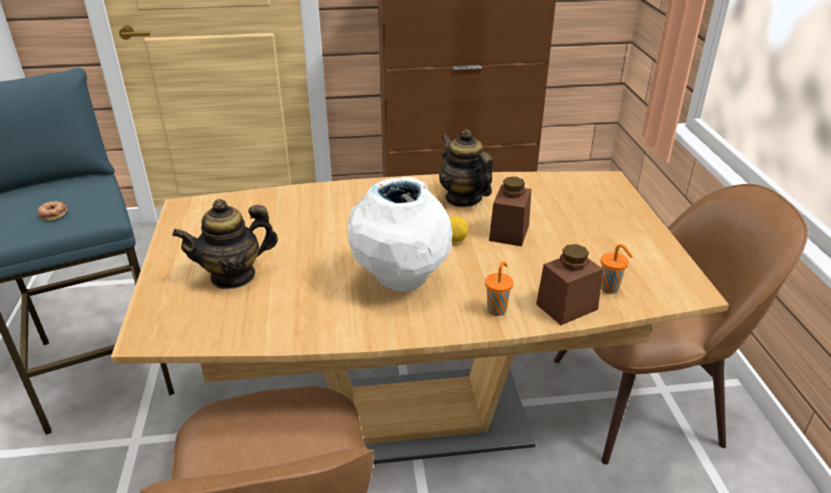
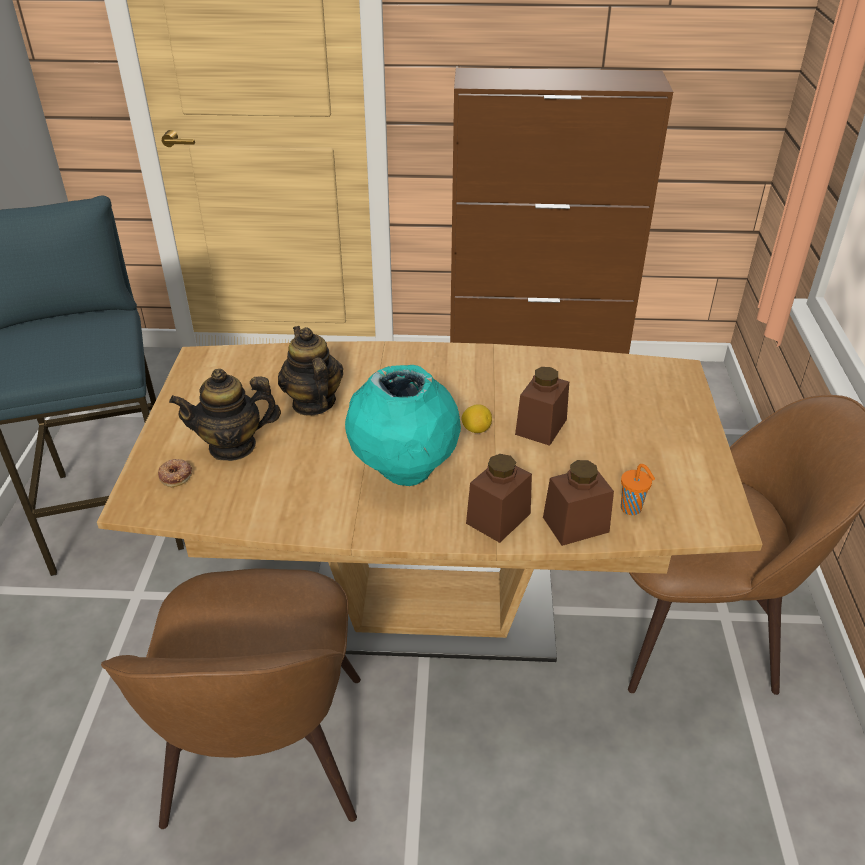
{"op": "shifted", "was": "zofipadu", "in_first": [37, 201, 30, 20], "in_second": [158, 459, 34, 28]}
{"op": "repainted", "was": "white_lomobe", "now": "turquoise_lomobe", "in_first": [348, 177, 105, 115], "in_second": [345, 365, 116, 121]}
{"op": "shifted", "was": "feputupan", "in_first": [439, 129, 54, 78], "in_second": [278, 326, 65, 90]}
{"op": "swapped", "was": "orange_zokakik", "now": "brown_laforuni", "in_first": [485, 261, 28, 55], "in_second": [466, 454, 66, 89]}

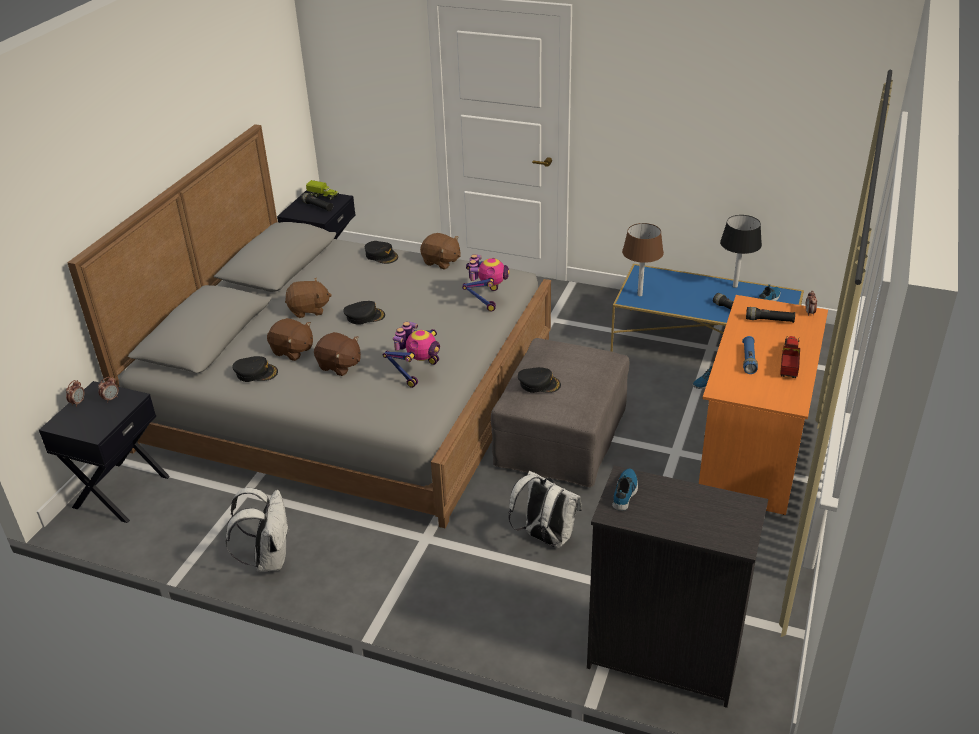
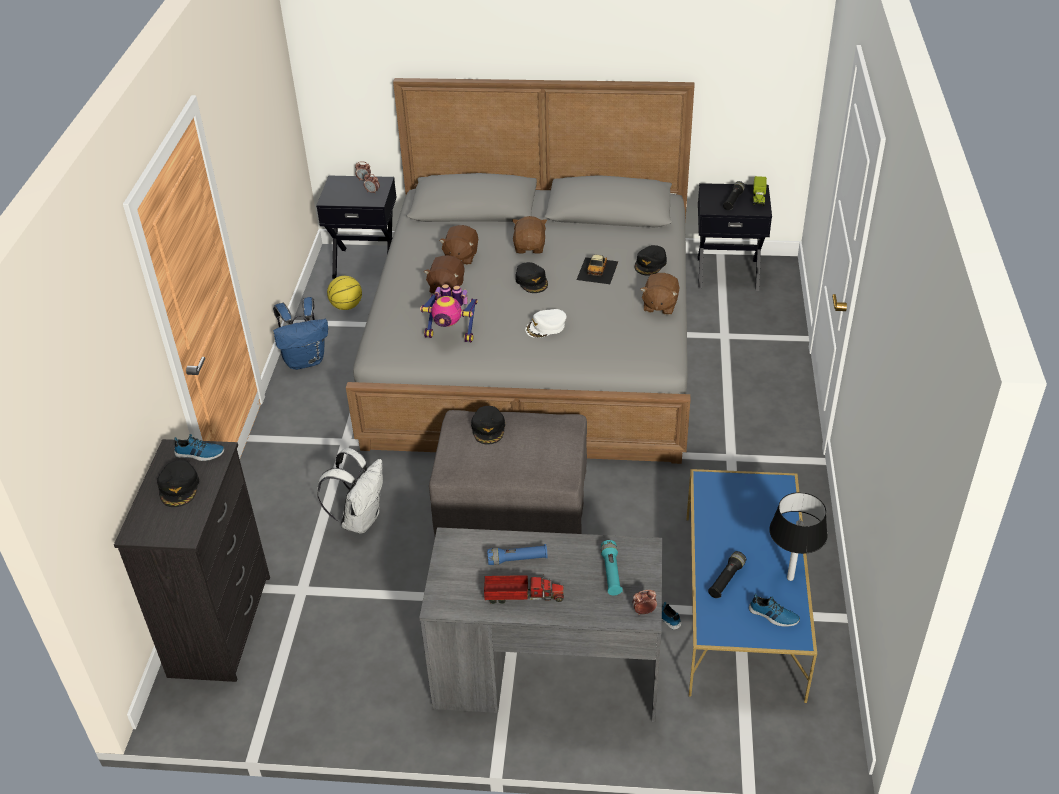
{"op": "repainted", "was": "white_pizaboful", "now": "blue_pizaboful", "in_first": [225, 487, 63, 85], "in_second": [273, 297, 55, 73]}
{"op": "shifted", "was": "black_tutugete", "in_first": [232, 356, 46, 26], "in_second": [157, 460, 42, 47]}
{"op": "rotated", "was": "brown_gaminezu", "in_first": [285, 278, 47, 40], "in_second": [512, 216, 35, 38], "clockwise": -150}
{"op": "gone", "was": "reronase", "in_first": [462, 254, 48, 58]}
{"op": "gone", "was": "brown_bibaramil", "in_first": [622, 223, 42, 73]}
{"op": "repainted", "was": "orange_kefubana", "now": "grey_kefubana", "in_first": [699, 295, 129, 220], "in_second": [419, 527, 243, 195]}
{"op": "repainted", "was": "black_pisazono", "now": "turquoise_pisazono", "in_first": [746, 307, 49, 16], "in_second": [601, 540, 22, 56]}
{"op": "new", "now": "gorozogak", "in_second": [327, 276, 35, 34]}
{"op": "new", "now": "white_tutugete", "in_second": [525, 309, 41, 29]}
{"op": "new", "now": "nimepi", "in_second": [576, 255, 43, 29]}

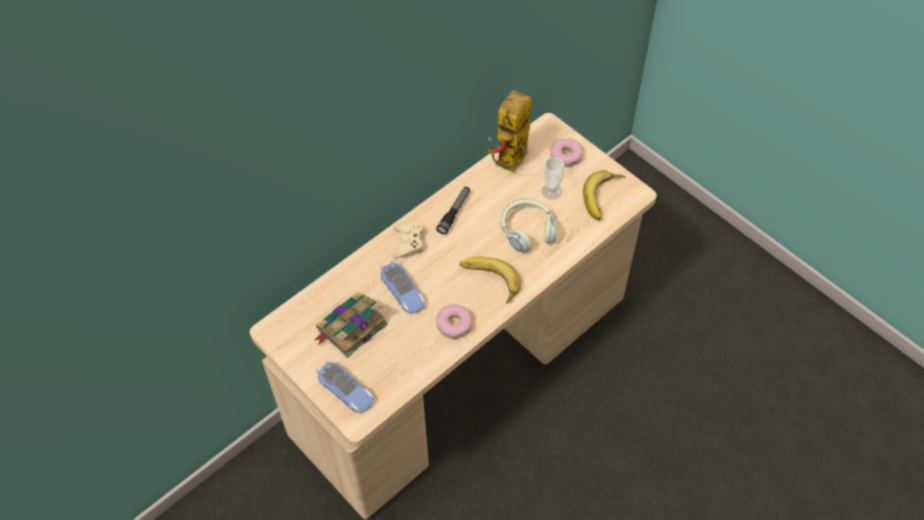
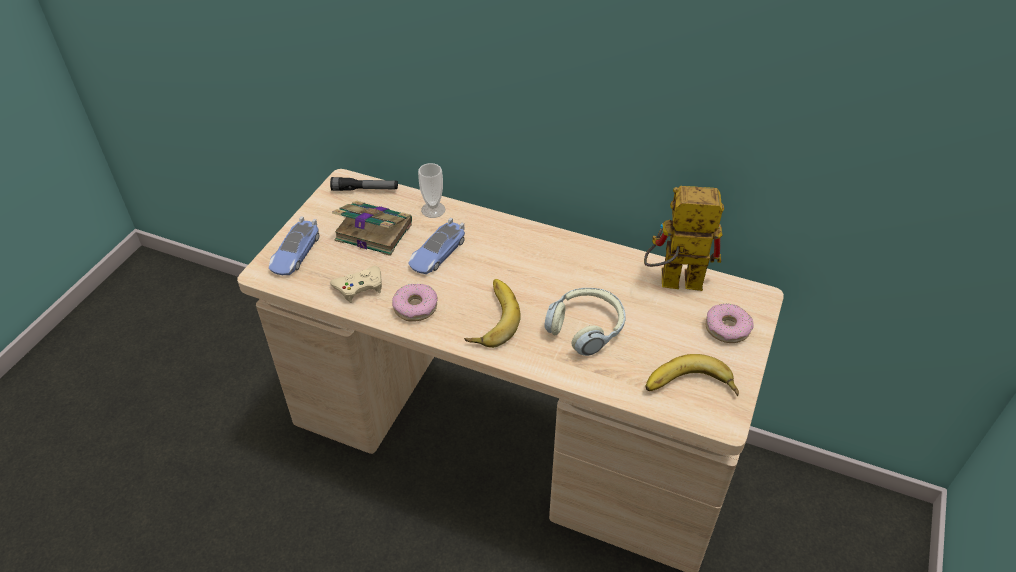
{"op": "shifted", "was": "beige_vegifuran", "in_first": [393, 222, 30, 36], "in_second": [330, 266, 52, 37]}
{"op": "shifted", "was": "pisazono", "in_first": [436, 187, 34, 48], "in_second": [330, 177, 68, 14]}
{"op": "shifted", "was": "zokakik", "in_first": [542, 157, 22, 42], "in_second": [418, 163, 27, 55]}

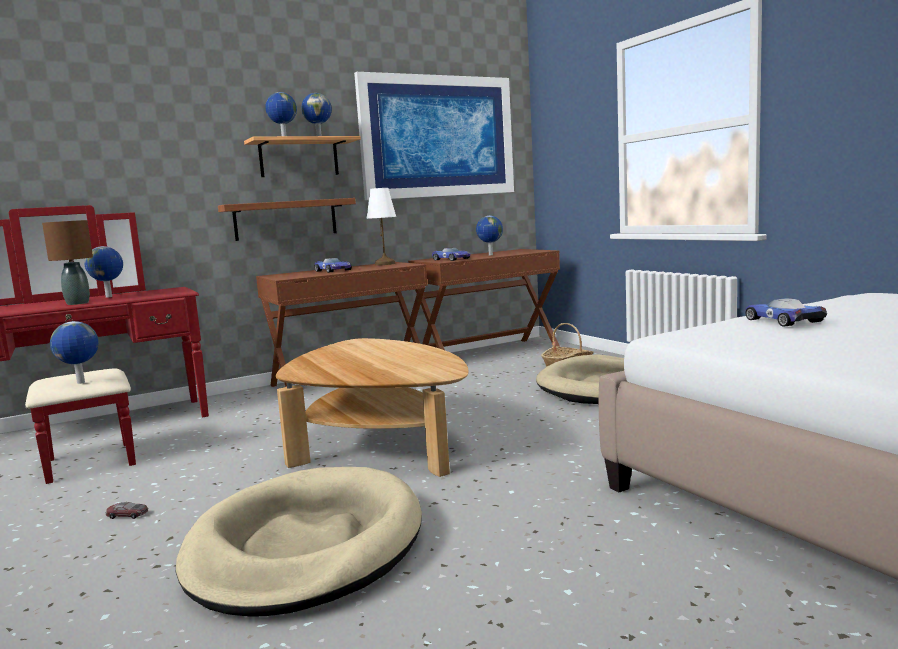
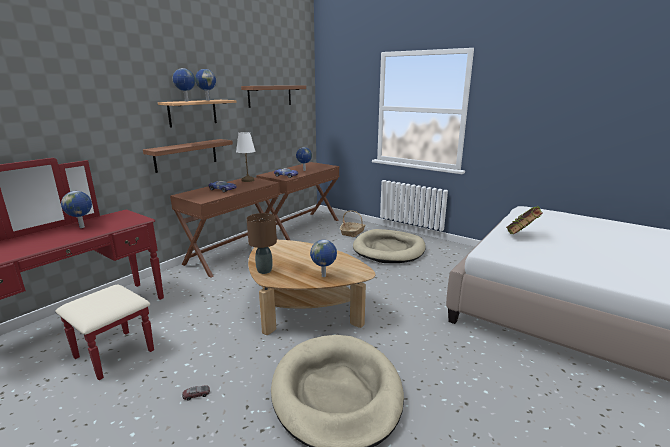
{"op": "shifted", "was": "brown_bibaramil", "in_first": [42, 220, 51, 85], "in_second": [247, 213, 30, 61]}
{"op": "shifted", "was": "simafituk", "in_first": [50, 321, 49, 63], "in_second": [310, 240, 27, 37]}
{"op": "swapped", "was": "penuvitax", "now": "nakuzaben", "in_first": [354, 72, 160, 128], "in_second": [241, 85, 65, 23]}
{"op": "swapped", "was": "nimepi", "now": "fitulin", "in_first": [745, 298, 82, 29], "in_second": [506, 206, 37, 28]}

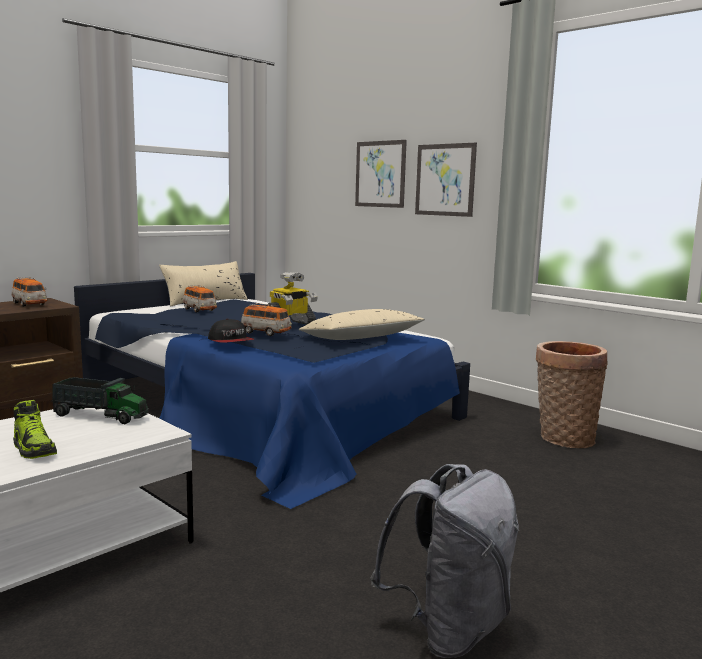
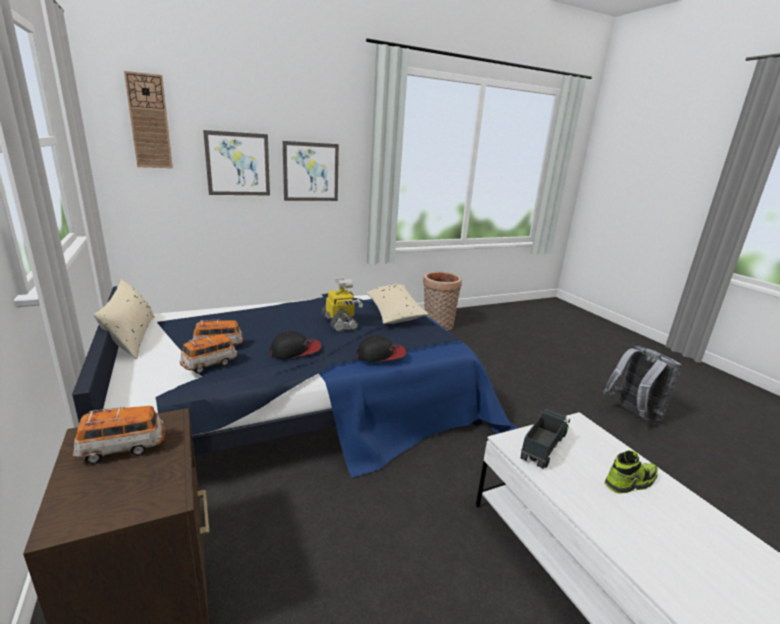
{"op": "shifted", "was": "nimepi", "in_first": [241, 303, 51, 33], "in_second": [180, 334, 57, 40]}
{"op": "new", "now": "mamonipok", "in_second": [124, 71, 49, 97]}
{"op": "new", "now": "tutugete", "in_second": [270, 331, 51, 28]}

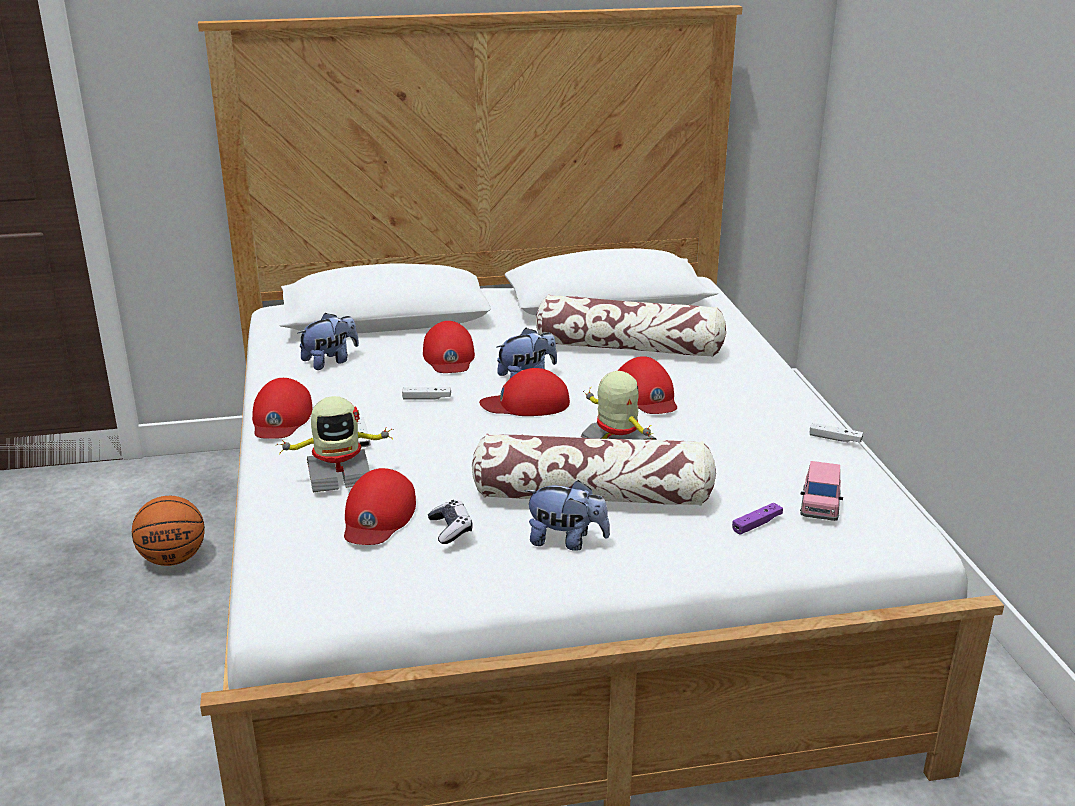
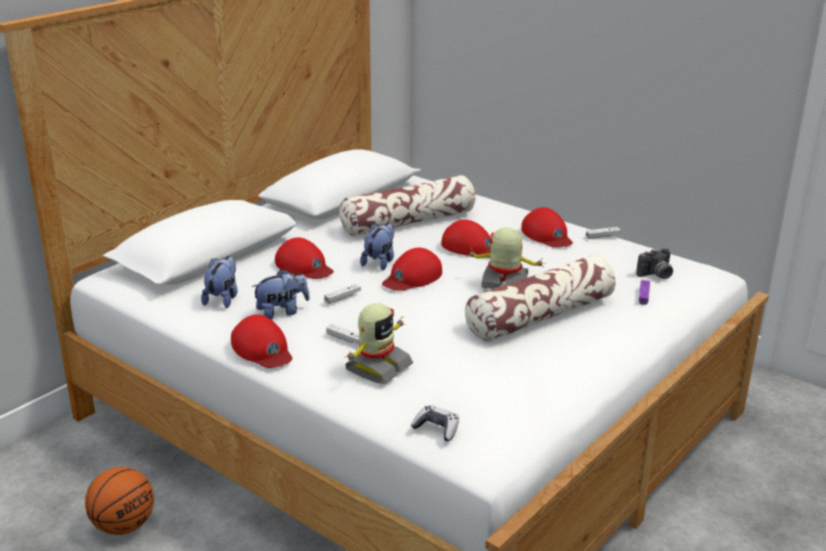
{"op": "shifted", "was": "red_tutugete", "in_first": [344, 468, 72, 77], "in_second": [521, 207, 52, 41]}
{"op": "shifted", "was": "vegifuran", "in_first": [428, 500, 44, 44], "in_second": [411, 405, 48, 36]}
{"op": "shifted", "was": "gaminezu", "in_first": [524, 480, 86, 71], "in_second": [251, 269, 59, 51]}
{"op": "swapped", "was": "pink_nimepi", "now": "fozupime", "in_first": [800, 461, 43, 60], "in_second": [636, 248, 37, 31]}

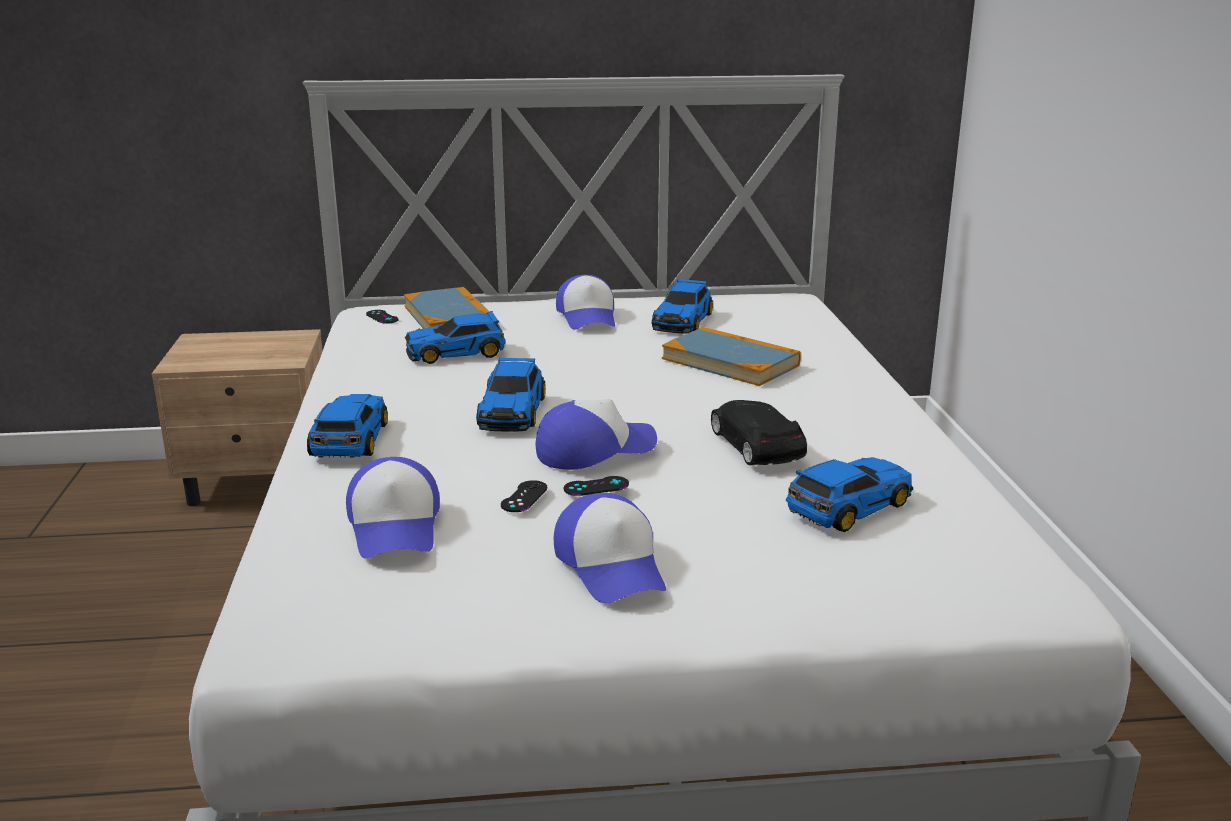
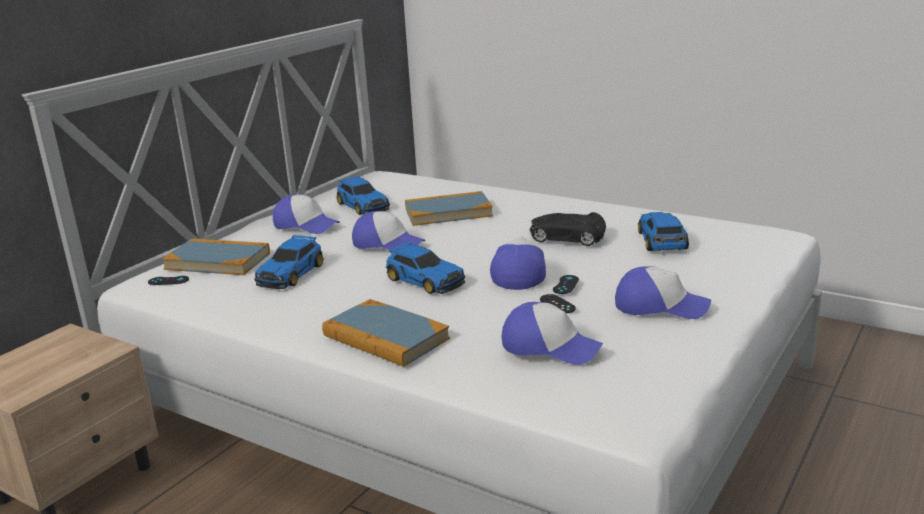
{"op": "swapped", "was": "nimepi", "now": "fitulin", "in_first": [307, 394, 81, 64], "in_second": [322, 299, 128, 68]}
{"op": "new", "now": "tutugete", "in_second": [352, 211, 73, 41]}

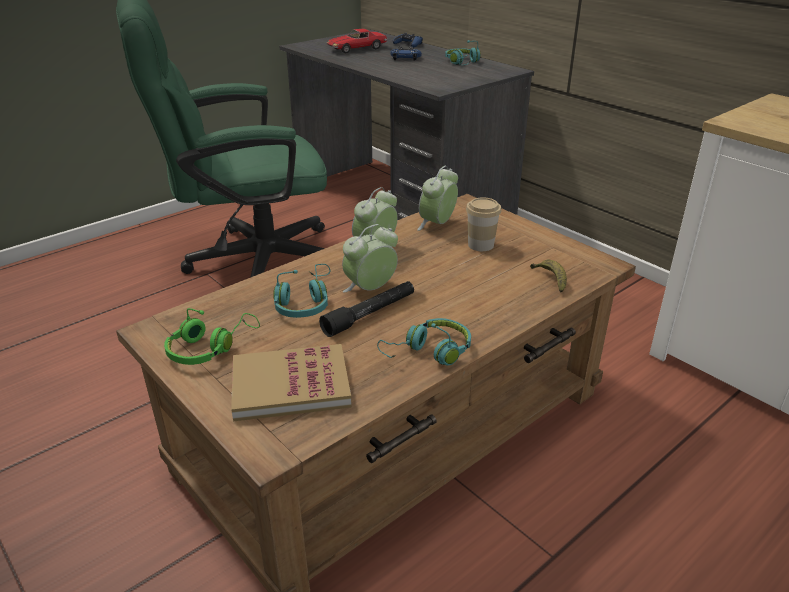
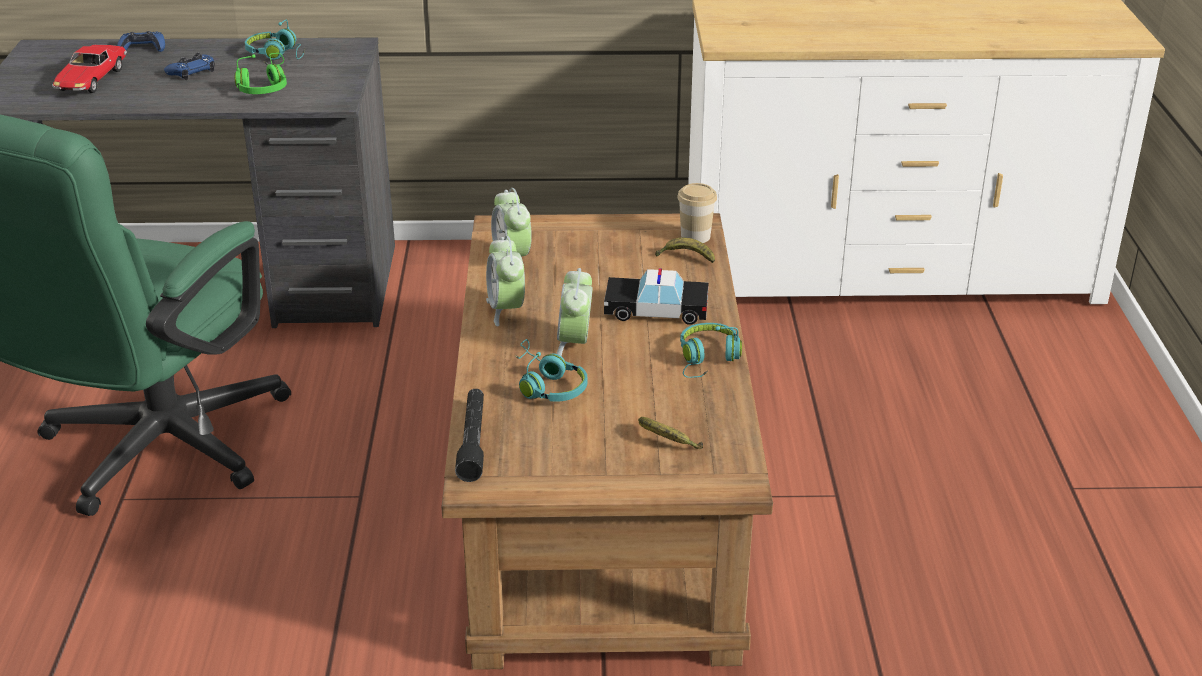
{"op": "shifted", "was": "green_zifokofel", "in_first": [164, 308, 96, 57], "in_second": [235, 53, 52, 41]}
{"op": "swapped", "was": "fitulin", "now": "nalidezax", "in_first": [231, 344, 121, 77], "in_second": [638, 417, 65, 32]}
{"op": "shifted", "was": "black_pisazono", "in_first": [319, 281, 95, 56], "in_second": [455, 389, 29, 93]}
{"op": "shifted", "was": "zokakik", "in_first": [466, 197, 35, 54], "in_second": [677, 183, 40, 60]}
{"op": "new", "now": "nimepi", "in_second": [604, 268, 105, 57]}

